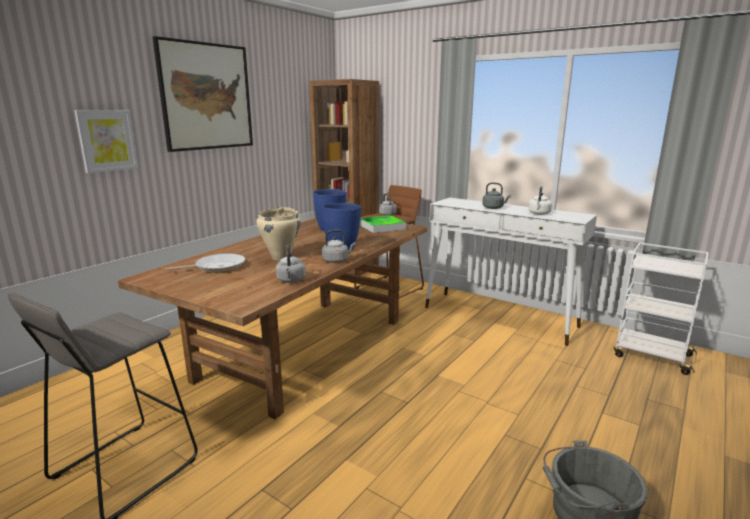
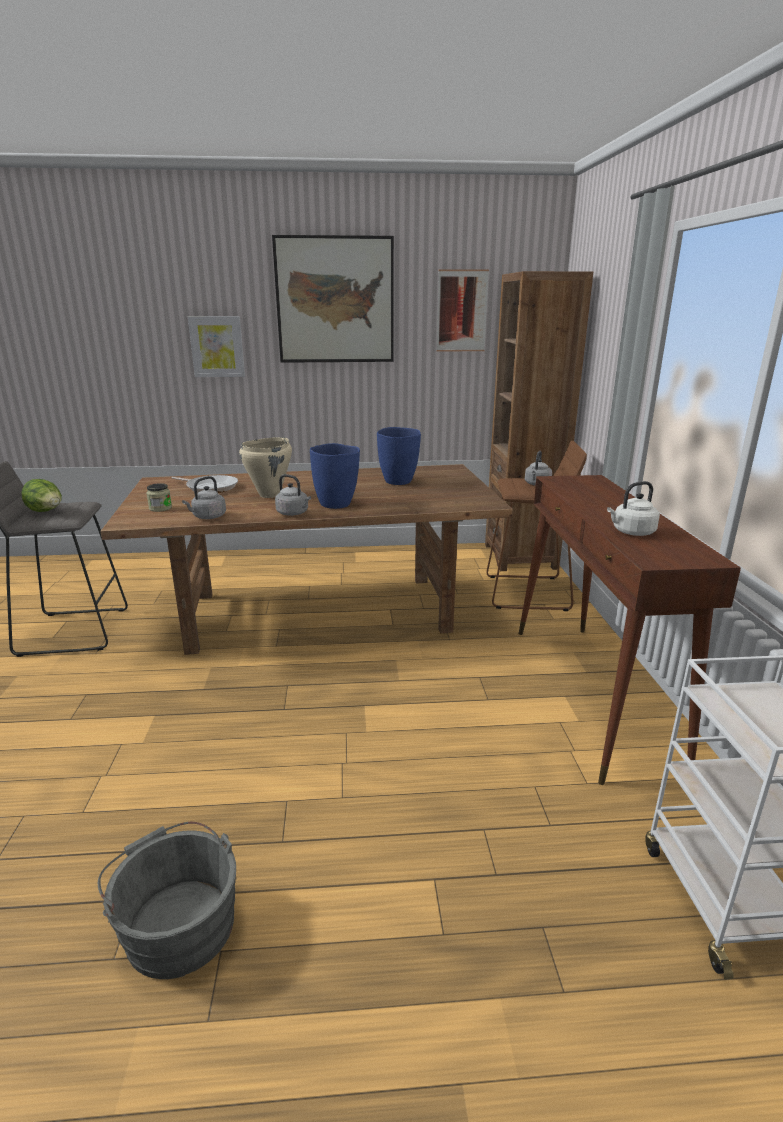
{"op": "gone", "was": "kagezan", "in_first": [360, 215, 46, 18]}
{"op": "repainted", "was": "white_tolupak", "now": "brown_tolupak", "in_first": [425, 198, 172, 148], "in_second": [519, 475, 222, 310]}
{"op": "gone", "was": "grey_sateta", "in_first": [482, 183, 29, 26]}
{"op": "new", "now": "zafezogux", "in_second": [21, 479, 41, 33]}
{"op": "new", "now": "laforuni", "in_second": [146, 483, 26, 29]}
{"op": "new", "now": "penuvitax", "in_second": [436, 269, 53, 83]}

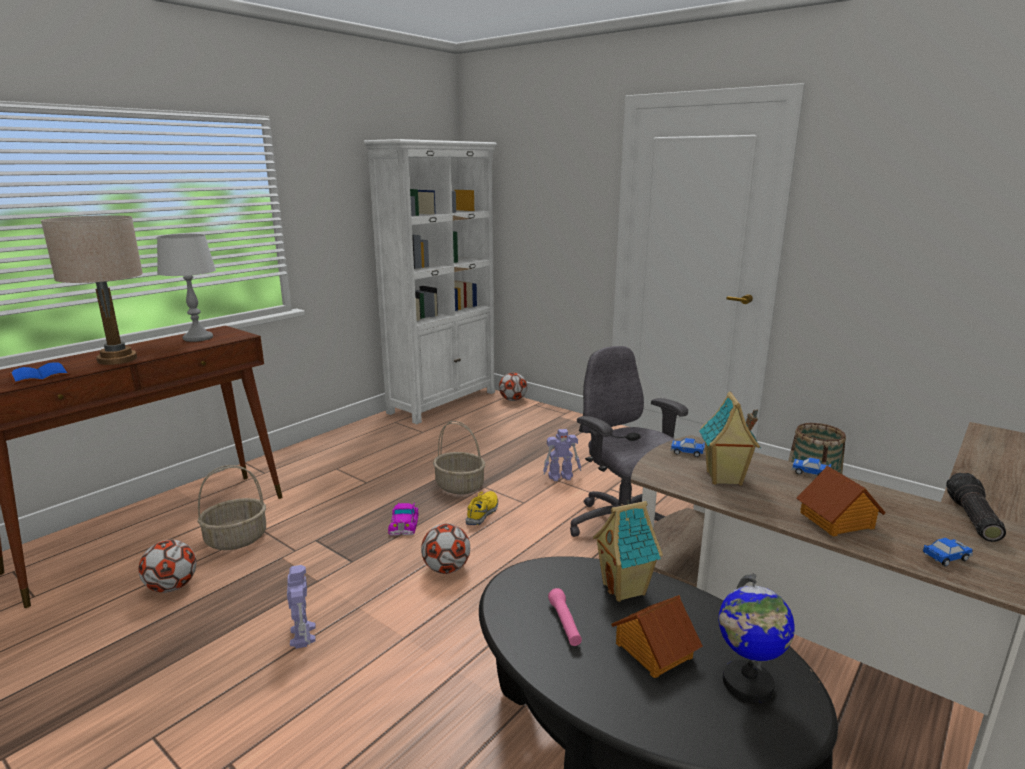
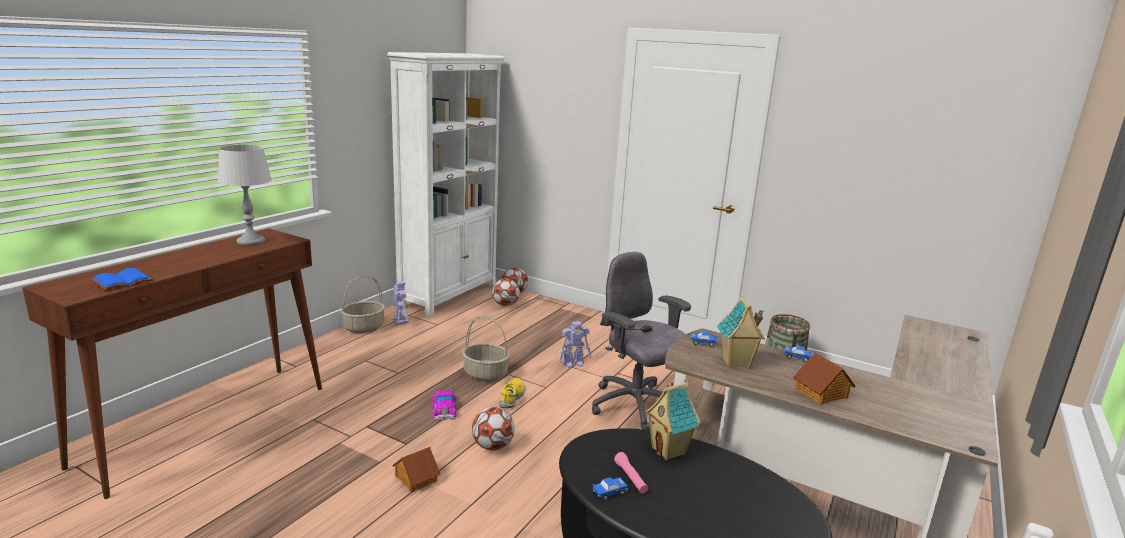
{"op": "gone", "was": "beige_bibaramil", "in_first": [41, 215, 102, 150]}
{"op": "shifted", "was": "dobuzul", "in_first": [139, 540, 57, 53], "in_second": [492, 278, 28, 28]}
{"op": "shifted", "was": "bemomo", "in_first": [197, 465, 69, 85], "in_second": [341, 275, 44, 58]}
{"op": "shifted", "was": "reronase", "in_first": [287, 565, 29, 84], "in_second": [393, 281, 16, 44]}
{"op": "shifted", "was": "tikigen", "in_first": [611, 595, 92, 83], "in_second": [392, 447, 48, 45]}
{"op": "gone", "was": "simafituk", "in_first": [719, 574, 76, 129]}
{"op": "shifted", "was": "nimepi", "in_first": [923, 538, 50, 28], "in_second": [593, 477, 35, 24]}
{"op": "gone", "was": "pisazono", "in_first": [946, 473, 60, 69]}

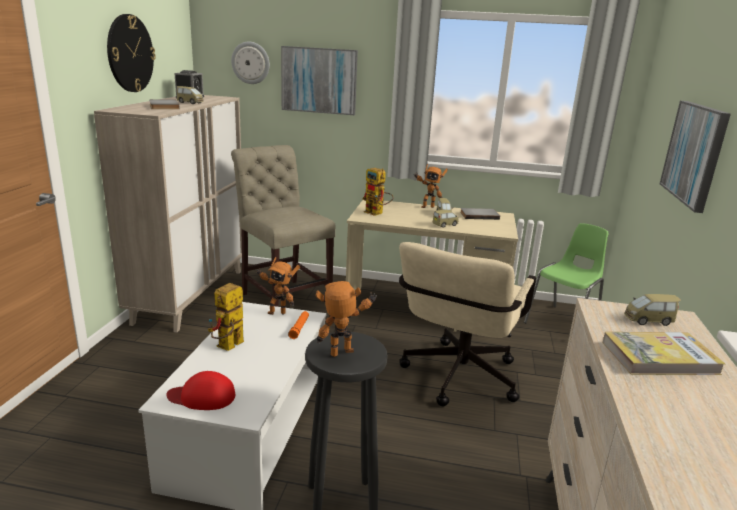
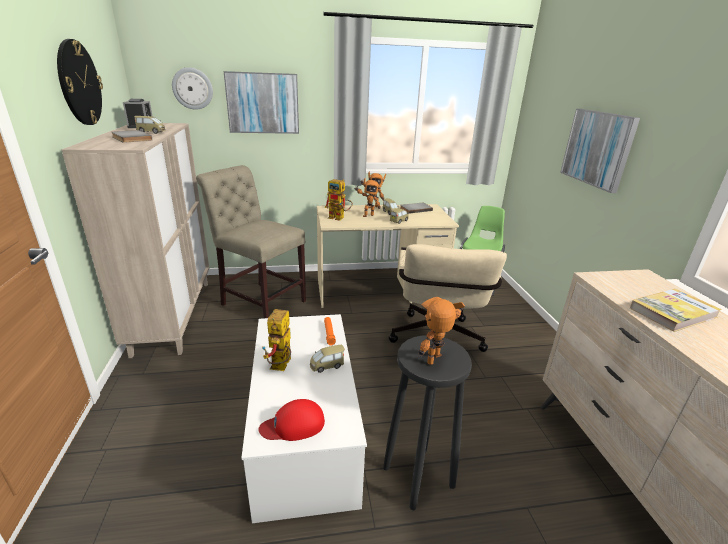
{"op": "shifted", "was": "reronase", "in_first": [256, 257, 44, 58], "in_second": [354, 178, 29, 39]}
{"op": "shifted", "was": "nimepi", "in_first": [624, 294, 57, 32], "in_second": [310, 345, 35, 28]}

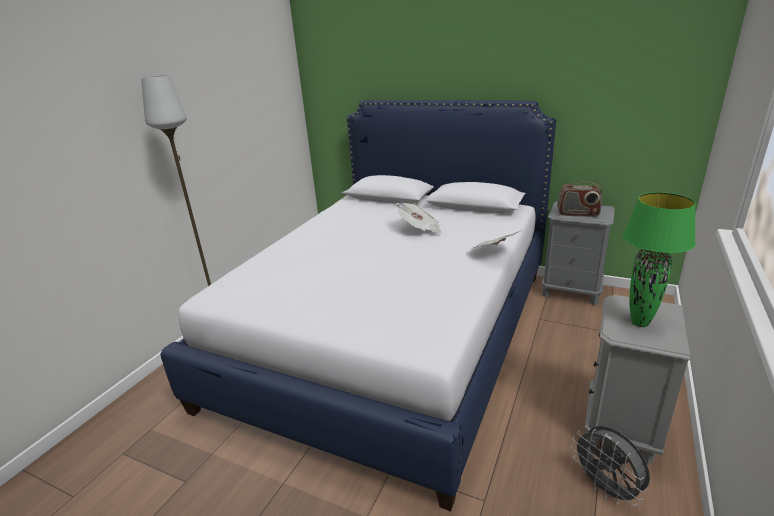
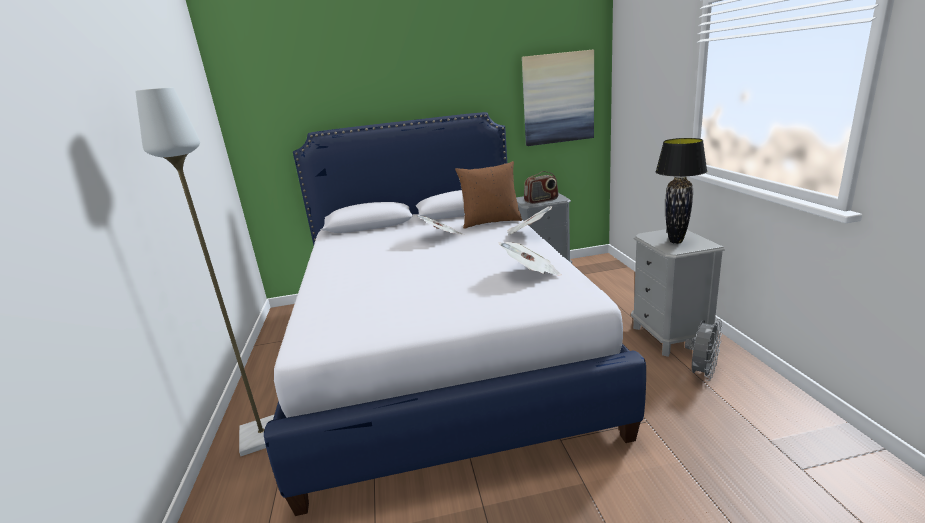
{"op": "rotated", "was": "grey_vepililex", "in_first": [571, 426, 79, 80], "in_second": [685, 319, 38, 62], "clockwise": -75}
{"op": "repainted", "was": "green_bibaramil", "now": "black_bibaramil", "in_first": [623, 192, 73, 135], "in_second": [656, 138, 51, 106]}
{"op": "new", "now": "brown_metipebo", "in_second": [455, 161, 67, 68]}
{"op": "new", "now": "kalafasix", "in_second": [498, 242, 64, 34]}
{"op": "new", "now": "penuvitax", "in_second": [522, 49, 72, 97]}

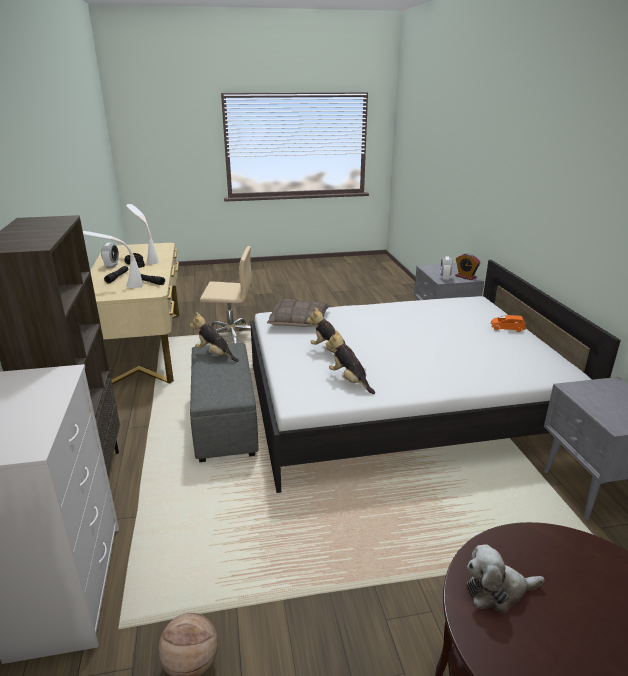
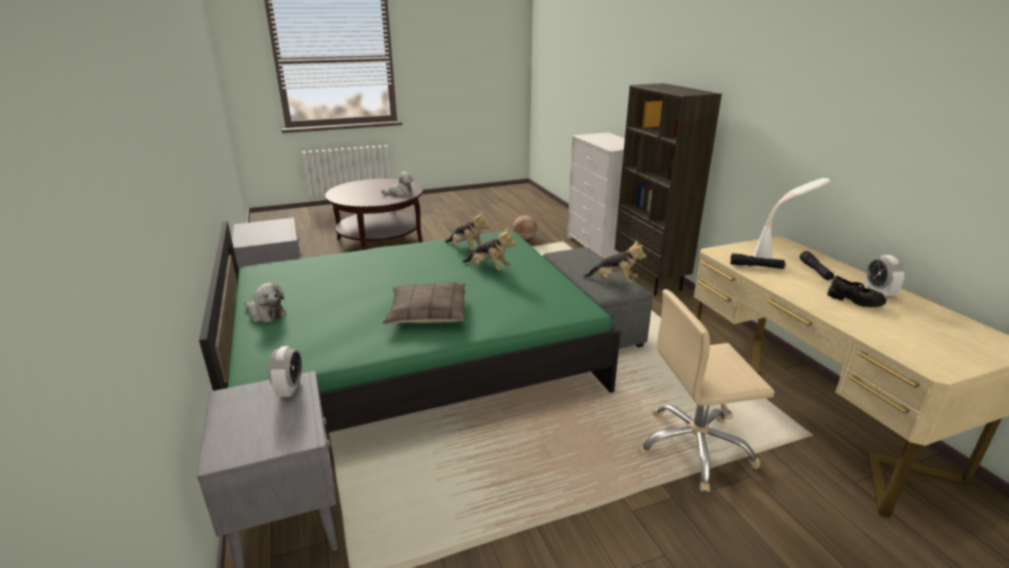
{"op": "gone", "was": "white_bibaramil", "in_first": [126, 204, 33, 60]}
{"op": "repainted", "was": "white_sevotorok", "now": "green_sevotorok", "in_first": [250, 260, 371, 233], "in_second": [199, 221, 422, 212]}
{"op": "shifted", "was": "metipebo", "in_first": [267, 299, 64, 28], "in_second": [382, 282, 83, 42]}
{"op": "gone", "was": "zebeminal", "in_first": [455, 253, 25, 27]}
{"op": "swapped", "was": "orange_nimepi", "now": "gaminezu", "in_first": [491, 315, 35, 17], "in_second": [244, 283, 42, 39]}

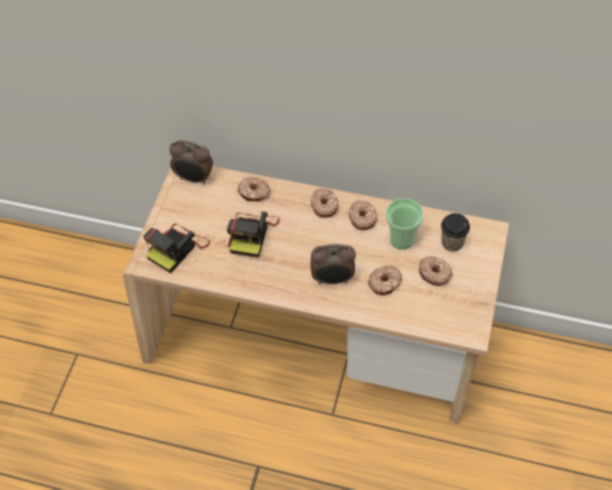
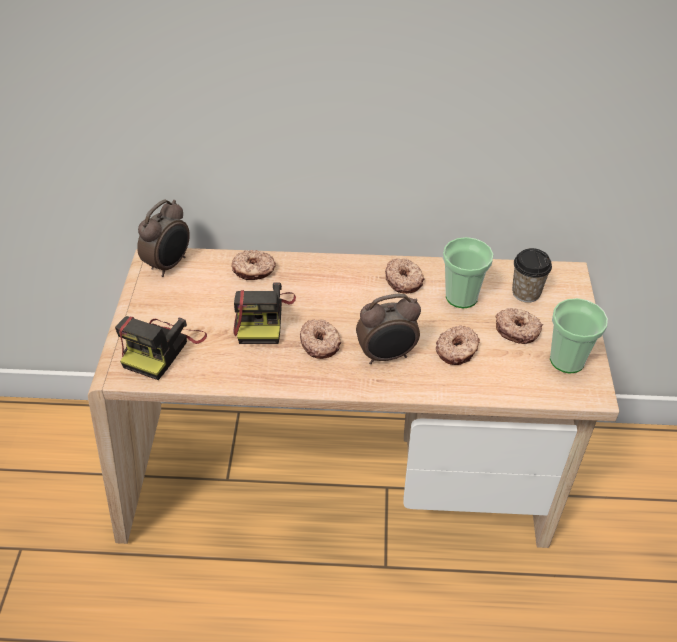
{"op": "rotated", "was": "zebeminal", "in_first": [169, 140, 44, 44], "in_second": [137, 200, 53, 77], "clockwise": -60}
{"op": "shifted", "was": "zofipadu", "in_first": [311, 188, 27, 30], "in_second": [300, 319, 41, 40]}
{"op": "new", "now": "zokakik", "in_second": [550, 298, 58, 76]}

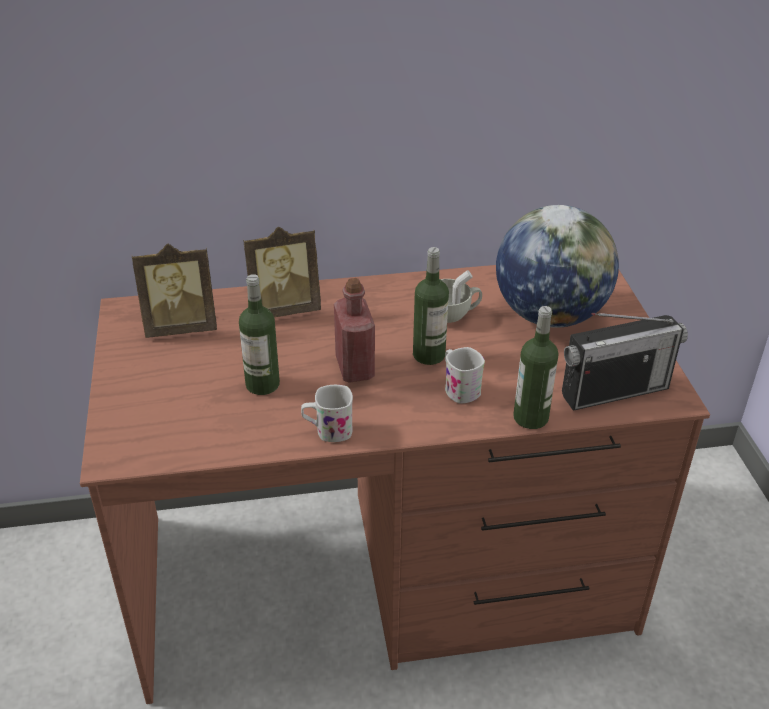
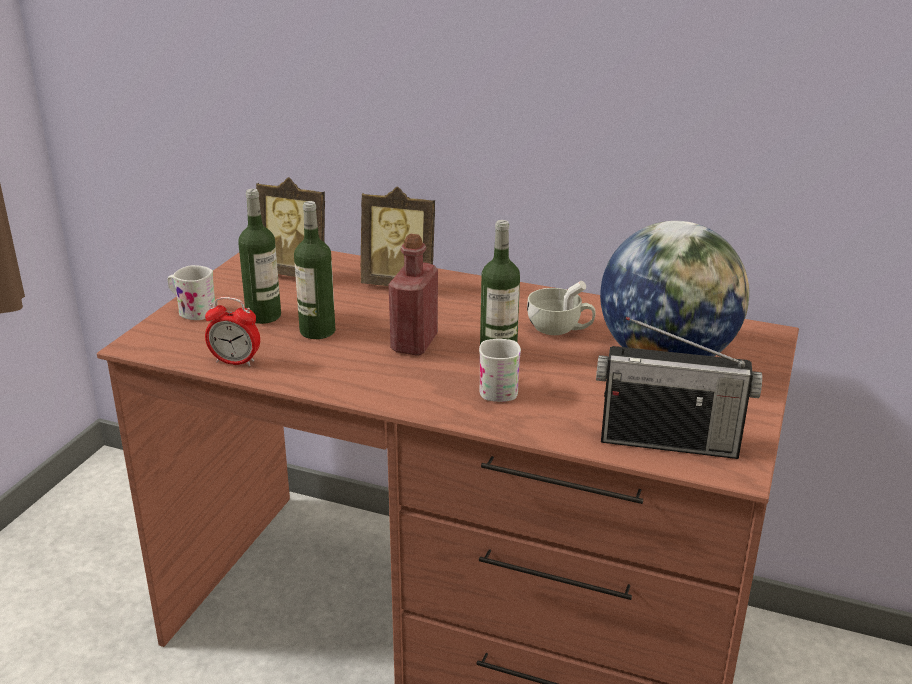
{"op": "shifted", "was": "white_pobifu", "in_first": [301, 385, 52, 57], "in_second": [168, 265, 47, 55]}
{"op": "shifted", "was": "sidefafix", "in_first": [513, 306, 45, 123], "in_second": [238, 189, 43, 135]}
{"op": "new", "now": "zebeminal", "in_second": [205, 297, 55, 69]}

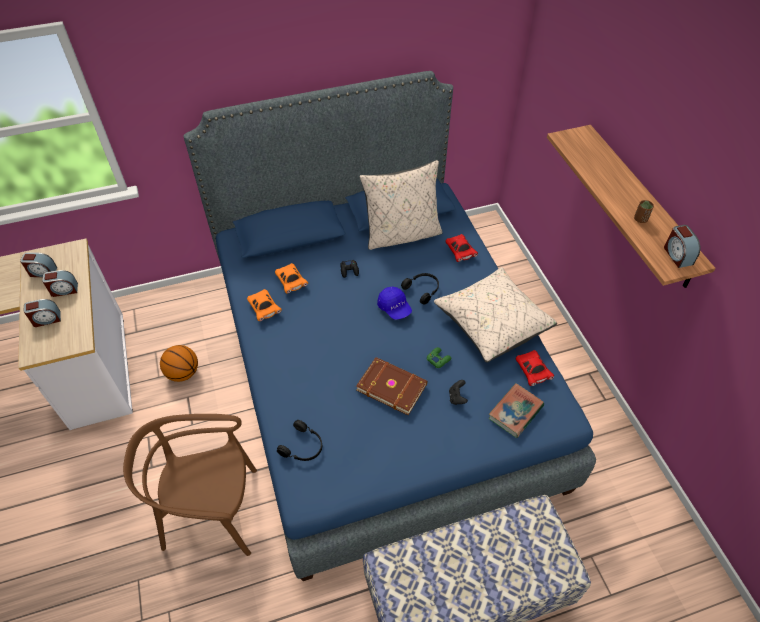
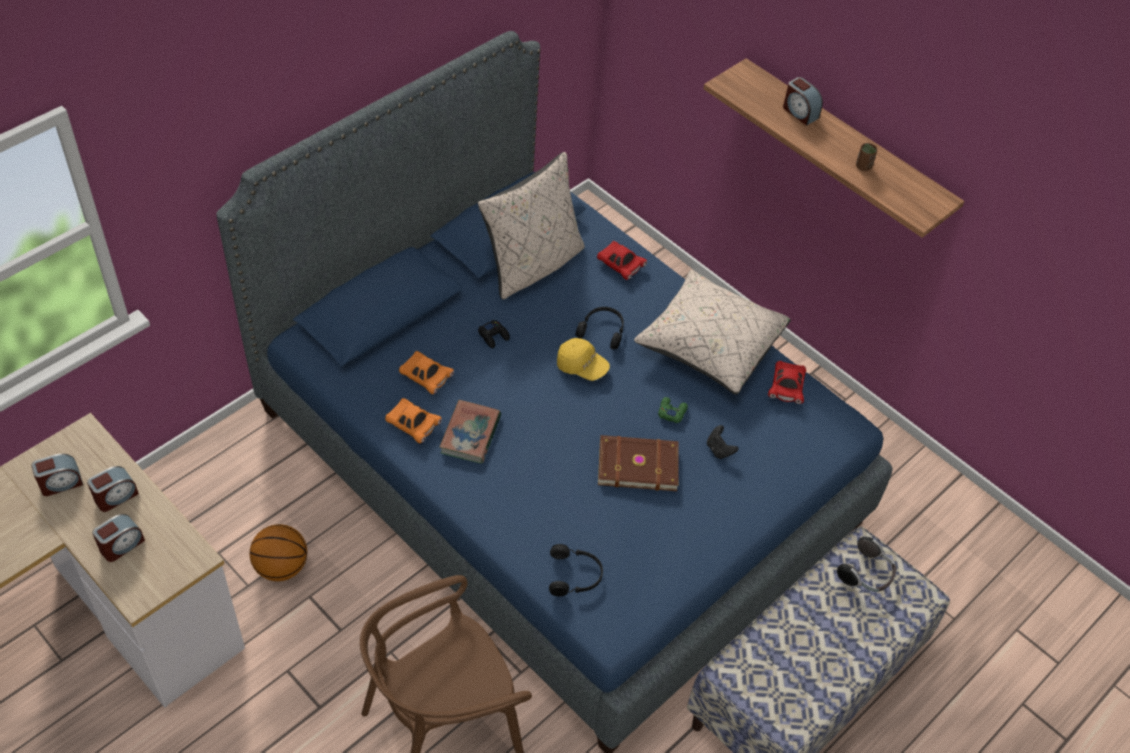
{"op": "repainted", "was": "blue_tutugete", "now": "yellow_tutugete", "in_first": [377, 287, 35, 33], "in_second": [557, 338, 53, 43]}
{"op": "shifted", "was": "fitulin", "in_first": [488, 383, 56, 55], "in_second": [439, 400, 62, 64]}
{"op": "rotated", "was": "red_nimepi", "in_first": [516, 350, 38, 36], "in_second": [768, 361, 38, 43], "clockwise": 60}
{"op": "shifted", "was": "zebeminal", "in_first": [664, 225, 36, 43], "in_second": [783, 77, 40, 49]}
{"op": "new", "now": "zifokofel", "in_second": [837, 537, 59, 55]}

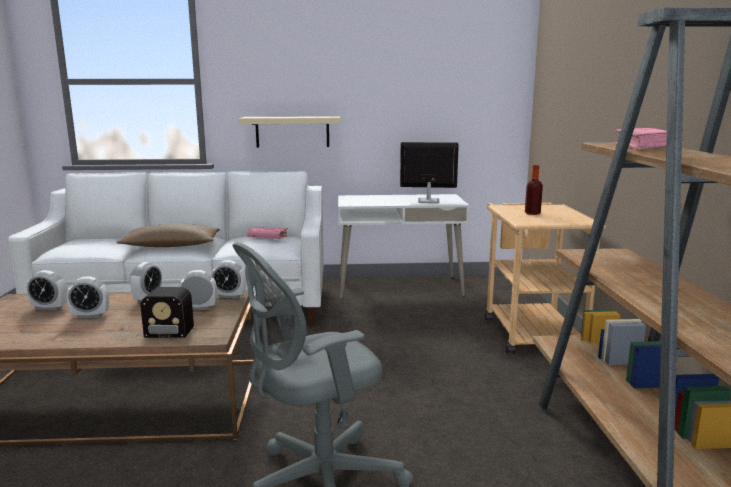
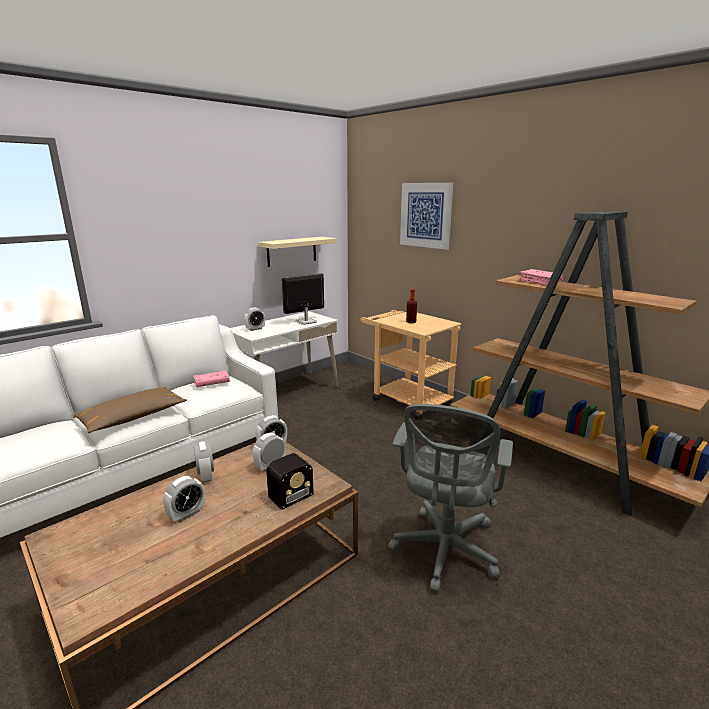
{"op": "shifted", "was": "zebeminal", "in_first": [26, 270, 41, 41], "in_second": [244, 307, 21, 24]}
{"op": "shifted", "was": "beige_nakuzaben", "in_first": [239, 116, 101, 31], "in_second": [258, 237, 79, 30]}
{"op": "new", "now": "penuvitax", "in_second": [400, 183, 53, 67]}

